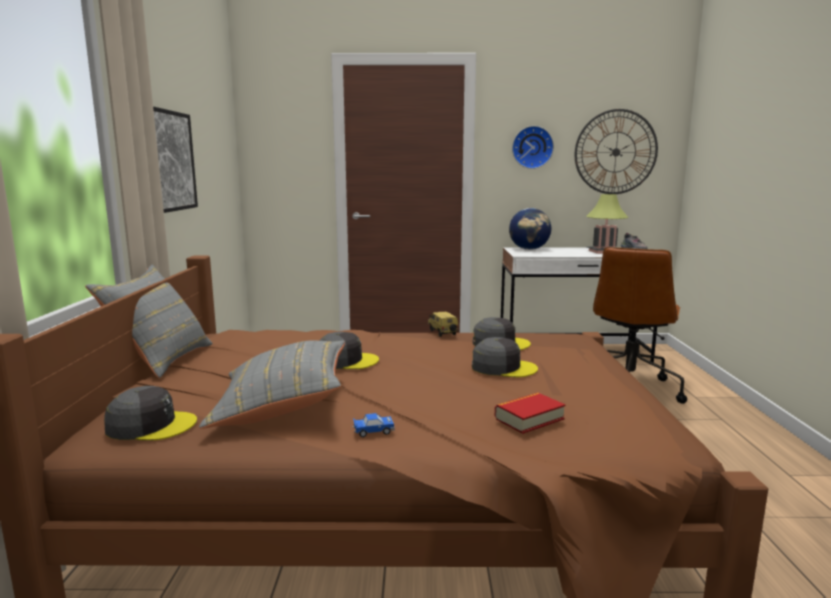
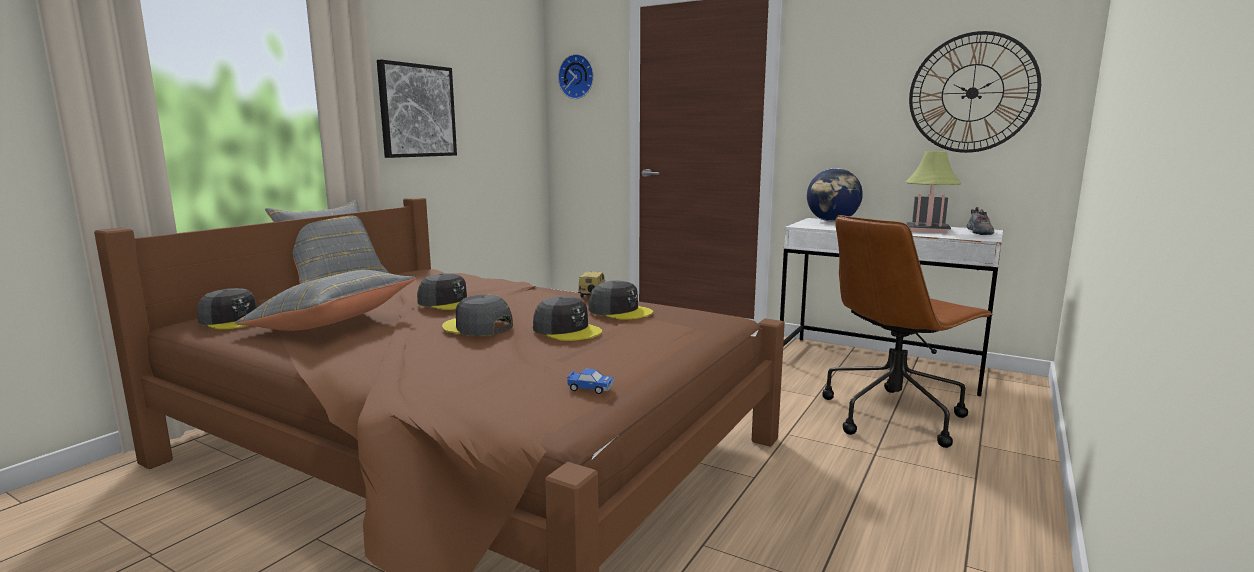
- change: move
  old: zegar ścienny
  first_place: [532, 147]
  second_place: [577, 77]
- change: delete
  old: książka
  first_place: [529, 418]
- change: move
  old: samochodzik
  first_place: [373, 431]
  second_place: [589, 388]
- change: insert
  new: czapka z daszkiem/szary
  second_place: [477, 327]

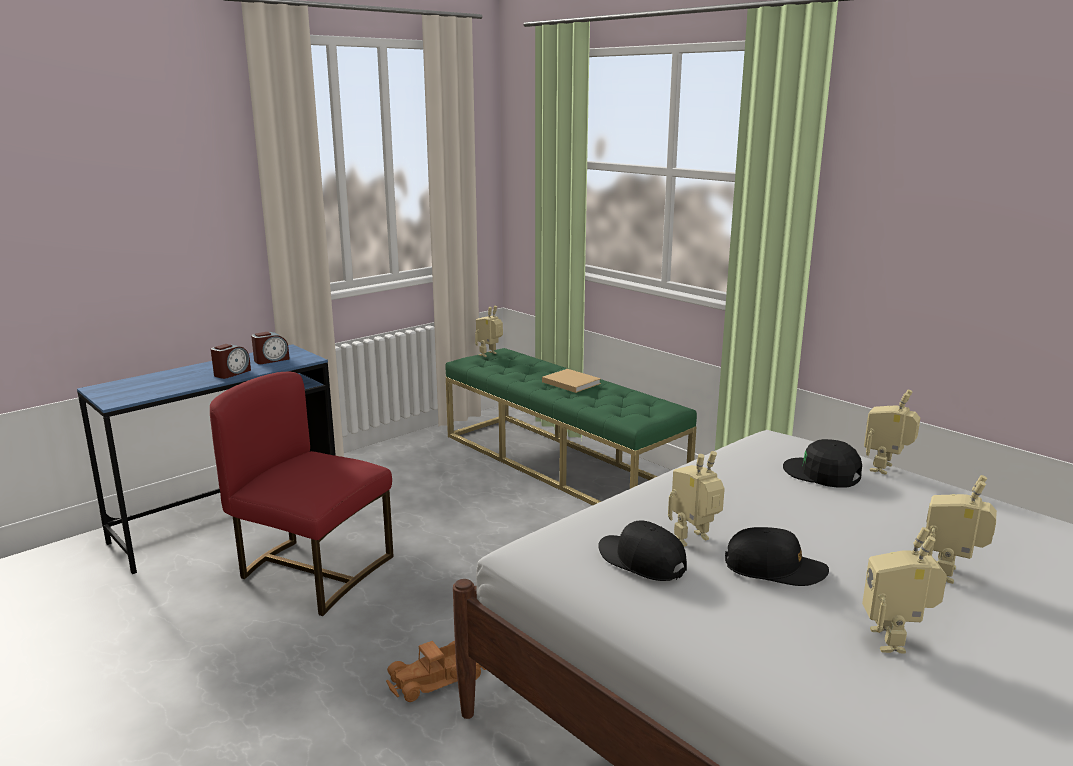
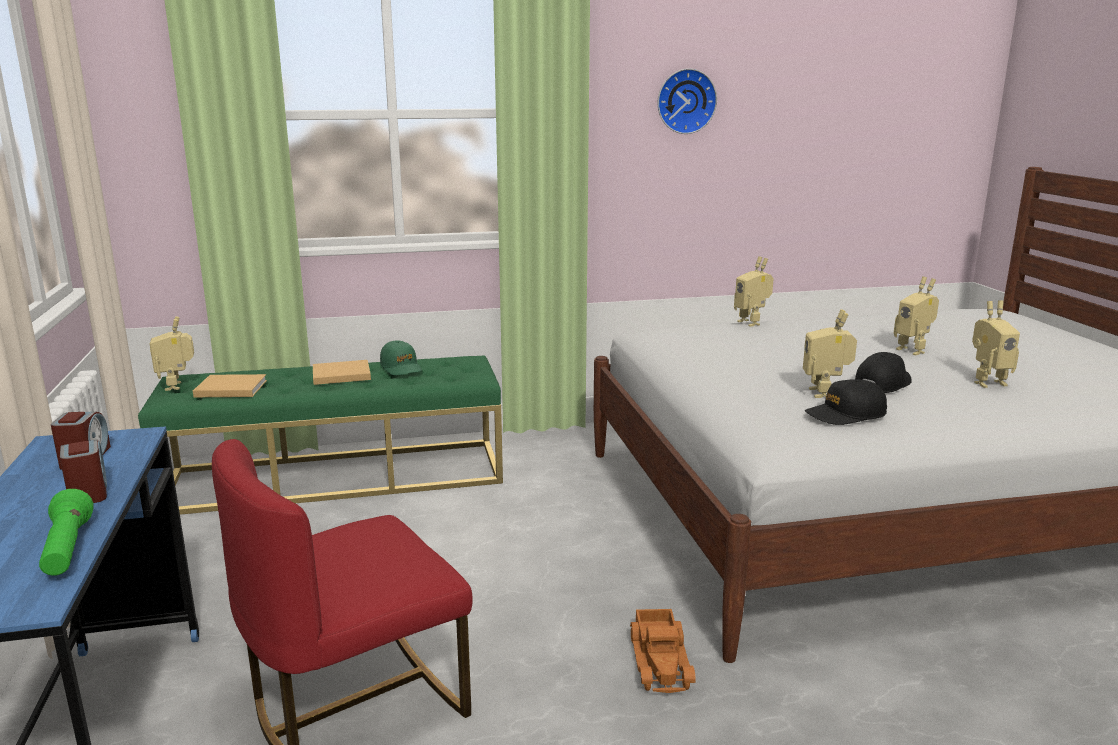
- change: delete
  old: czapka z daszkiem/czarny
  first_place: [822, 473]
- change: rotate
  old: robot zabawkowy
  first_place: [895, 641]
  second_place: [987, 382]
  degrees: -45
- change: insert
  new: zegar ścienny
  second_place: [685, 101]
- change: insert
  new: czapka z daszkiem/zielony
  second_place: [401, 367]
- change: insert
  new: książka/beżowy
  second_place: [229, 388]
- change: insert
  new: latarka/zielony
  second_place: [67, 550]

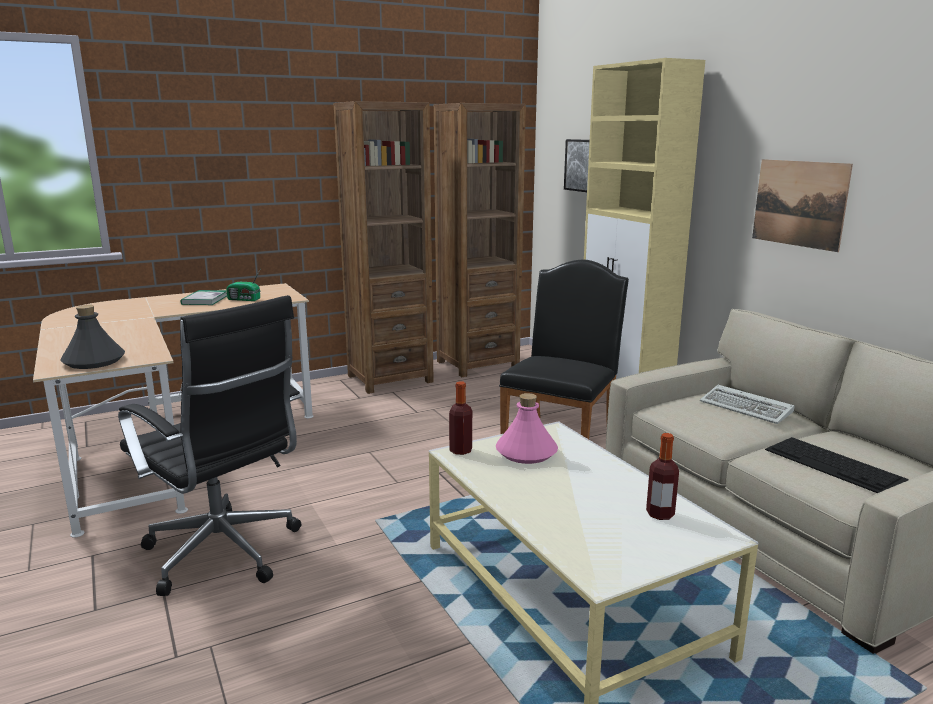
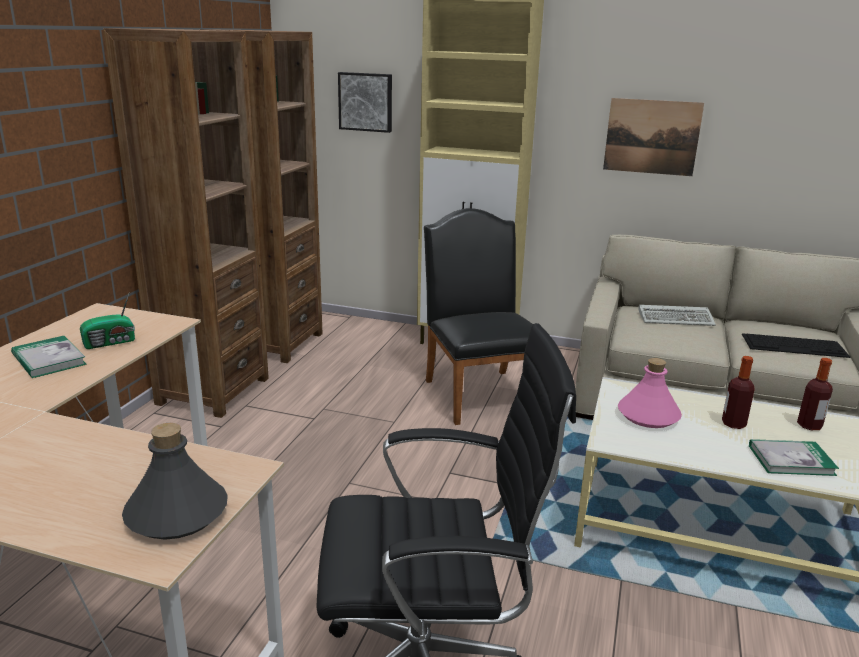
- change: move
  old: butelka
  first_place: [460, 450]
  second_place: [733, 424]
- change: insert
  new: książka
  second_place: [791, 460]

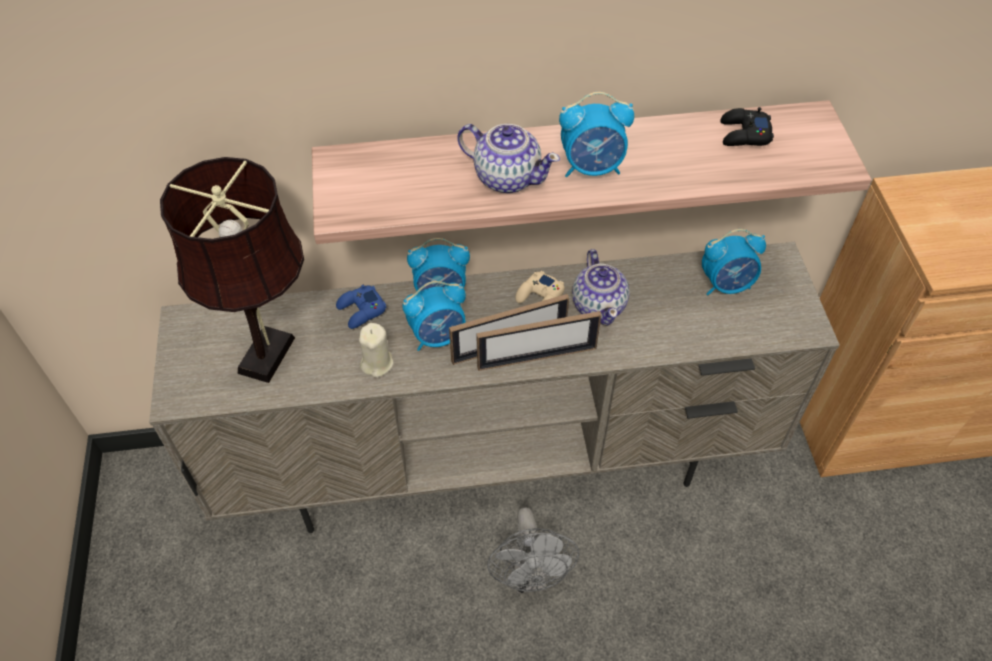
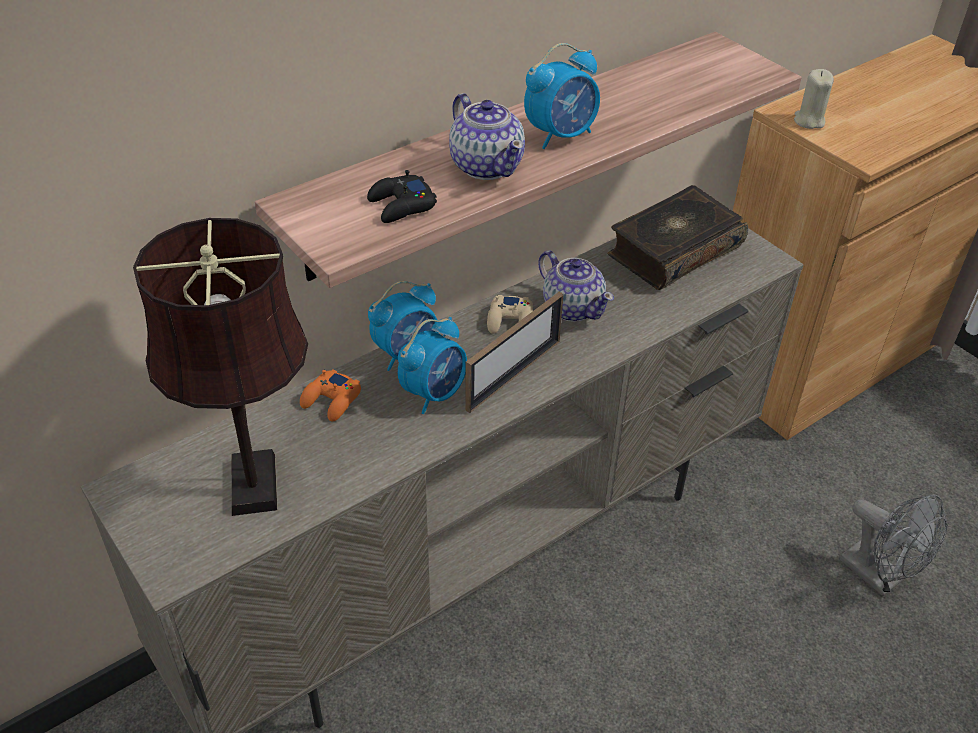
- change: move
  old: pad do gier/czarny
  first_place: [744, 134]
  second_place: [401, 206]
- change: rotate
  old: imbryk
  first_place: [507, 177]
  second_place: [486, 165]
  degrees: 60
- change: replace
  old: budzik
  new: książka
  first_place: [726, 285]
  second_place: [673, 251]
- change: recolor
  old: pad do gier/niebieski
  new: pad do gier/pomarańczowy
  first_place: [361, 310]
  second_place: [331, 400]
- change: delete
  old: ramka na zdjęcie
  first_place: [537, 357]
- change: move
  old: świeca/beżowy
  first_place: [377, 363]
  second_place: [809, 121]
- change: move
  old: wentylator/szary
  first_place: [530, 577]
  second_place: [879, 576]

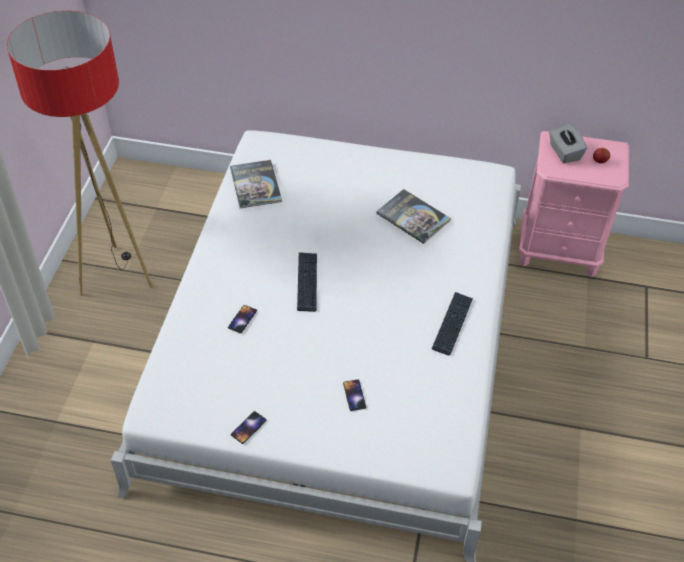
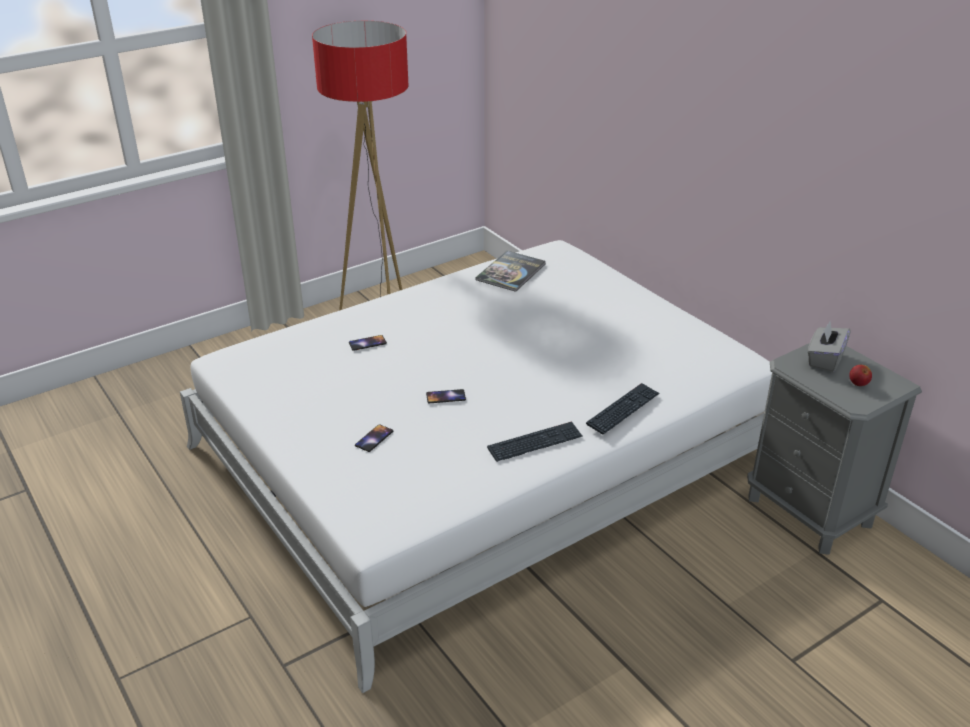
- change: recolor
  old: szafka nocna/różowy
  new: szafka nocna/szary
  first_place: [559, 251]
  second_place: [810, 511]
- change: delete
  old: książka
  first_place: [413, 217]
- change: move
  old: klawiatura
  first_place: [307, 282]
  second_place: [623, 410]
- change: move
  old: telefon
  first_place: [248, 427]
  second_place: [446, 397]

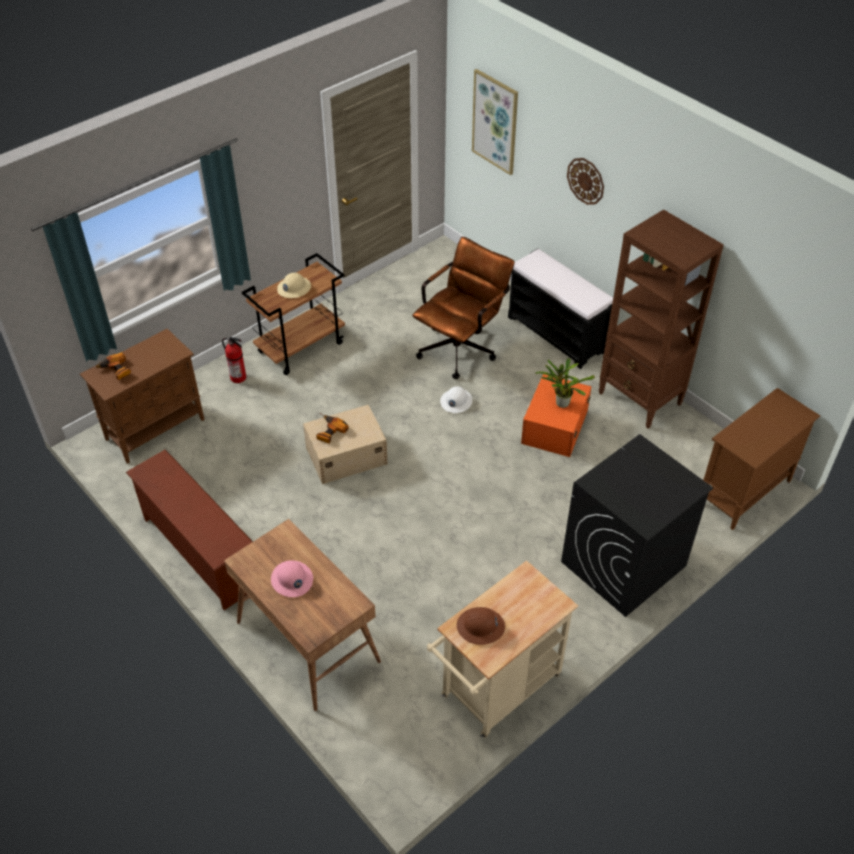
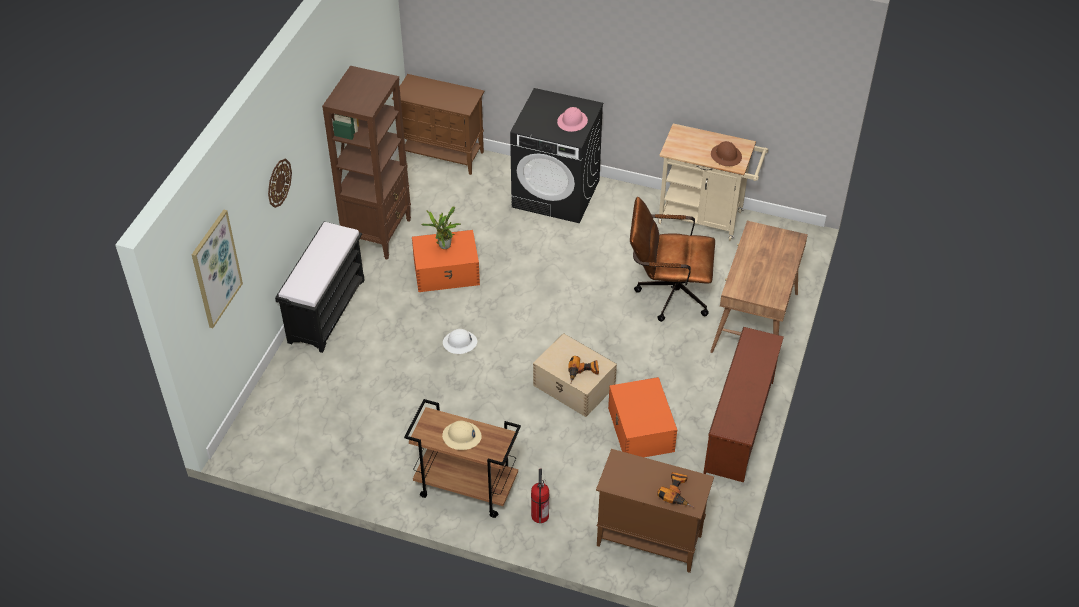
- change: move
  old: krzesło biurowe/brązowy
  first_place: [461, 347]
  second_place: [667, 293]
- change: move
  old: kask/różowy
  first_place: [292, 580]
  second_place: [572, 122]
- change: insert
  new: pojemnik do przechowywania/pomarańczowy
  second_place: [640, 430]

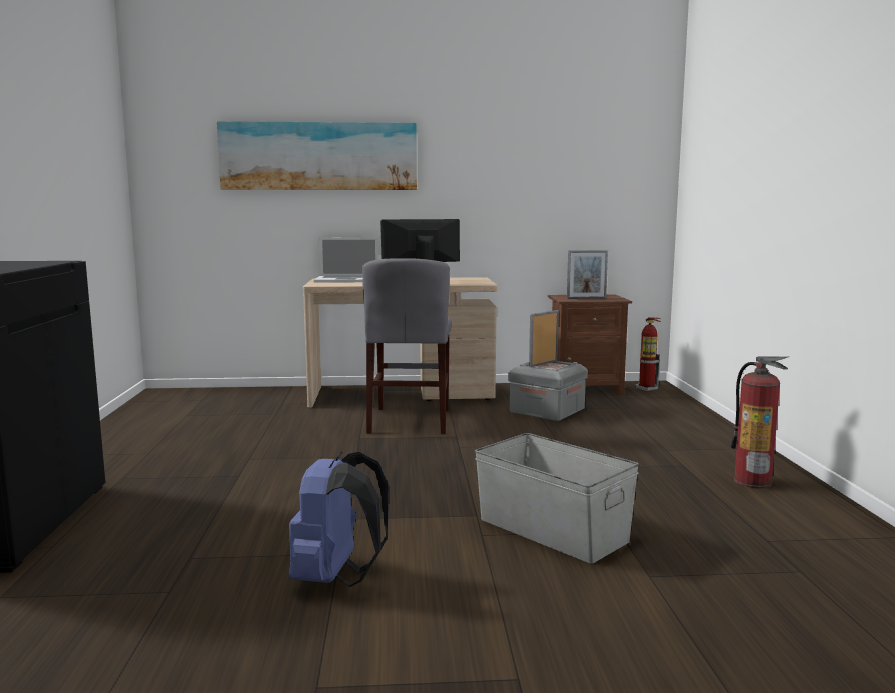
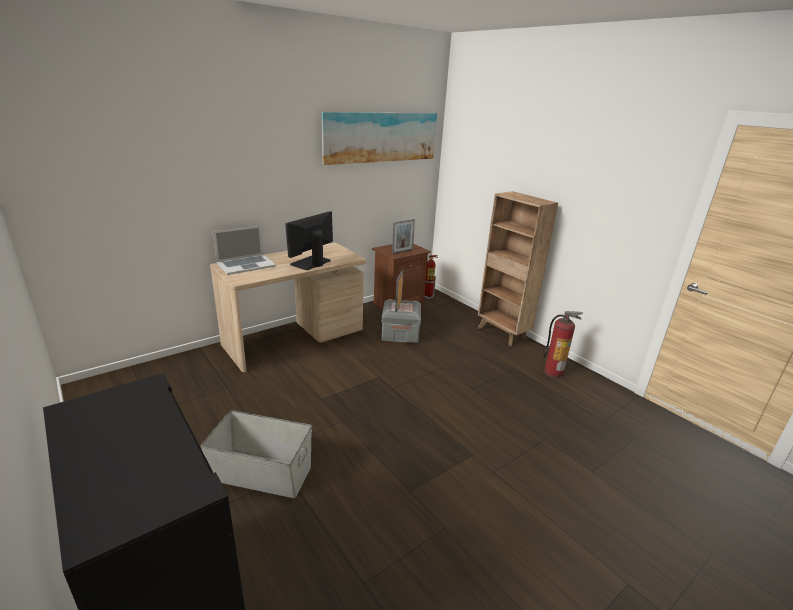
- change: move
  old: obraz
  first_place: [318, 156]
  second_place: [381, 137]
- change: delete
  old: krzesło/szary
  first_place: [410, 420]
- change: move
  old: pojemnik do przechowywania/szary
  first_place: [552, 529]
  second_place: [261, 473]
- change: delete
  old: plecak/niebieski
  first_place: [336, 578]
- change: insert
  new: regał/brązowy
  second_place: [502, 334]

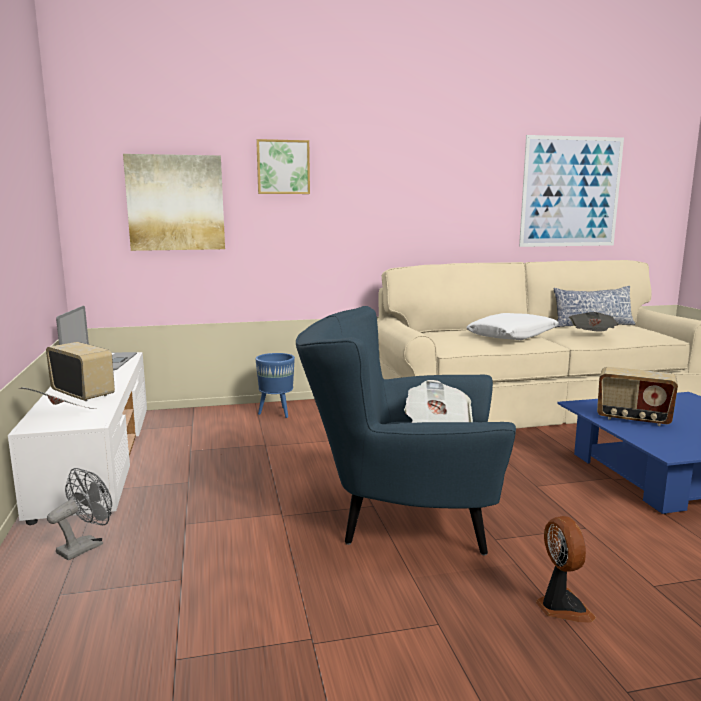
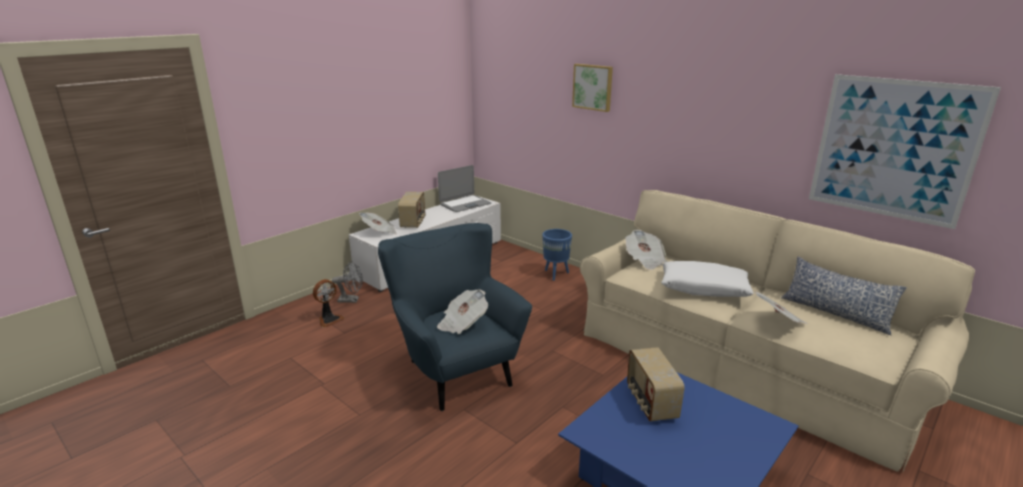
- change: delete
  old: obraz
  first_place: [176, 203]
- change: move
  old: wentylator
  first_place: [561, 607]
  second_place: [329, 320]
- change: insert
  new: gazeta
  second_place: [645, 260]

